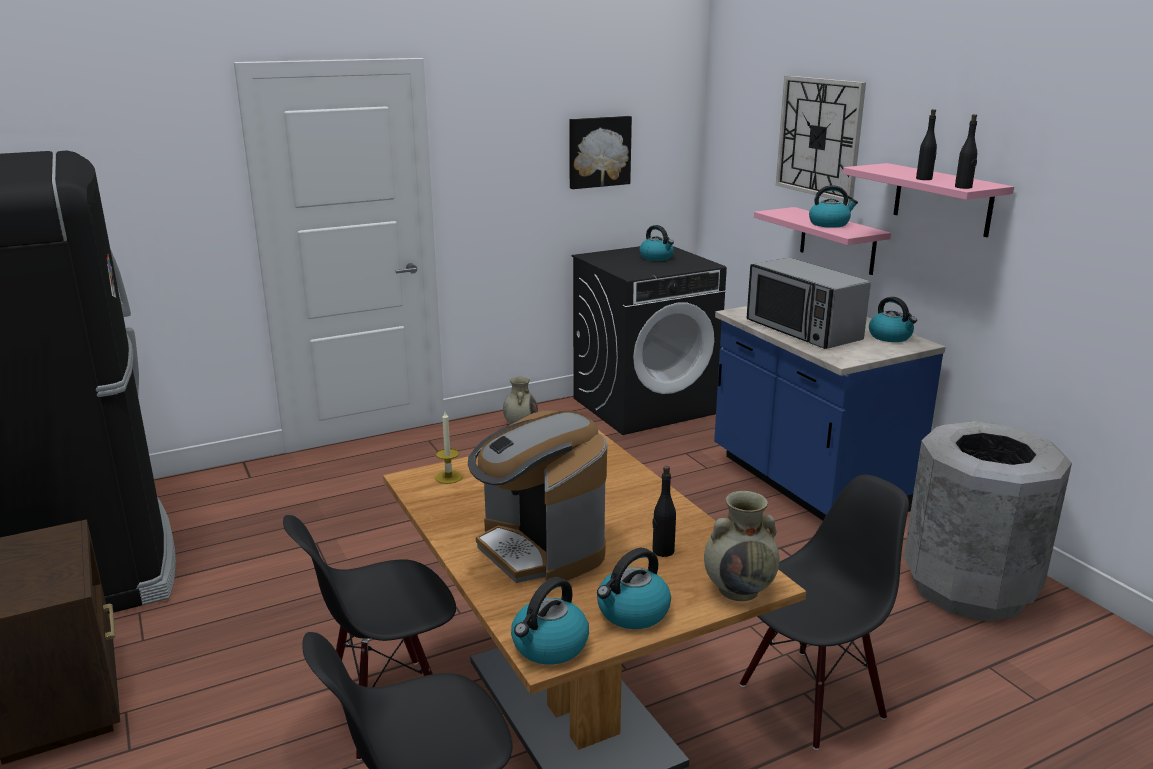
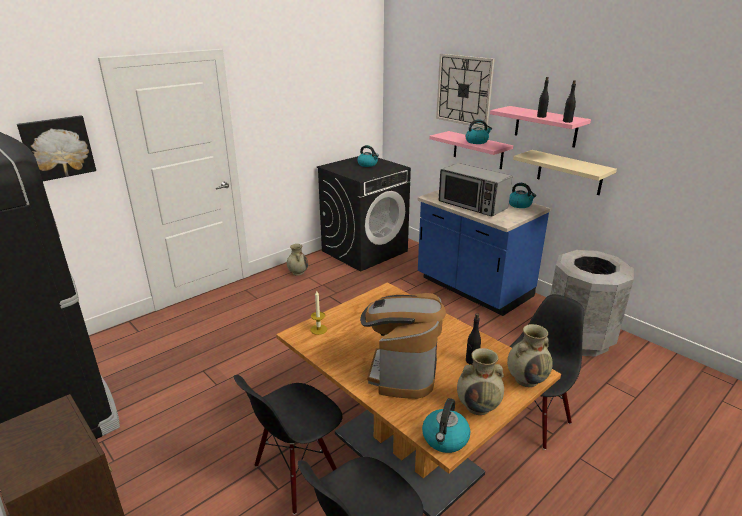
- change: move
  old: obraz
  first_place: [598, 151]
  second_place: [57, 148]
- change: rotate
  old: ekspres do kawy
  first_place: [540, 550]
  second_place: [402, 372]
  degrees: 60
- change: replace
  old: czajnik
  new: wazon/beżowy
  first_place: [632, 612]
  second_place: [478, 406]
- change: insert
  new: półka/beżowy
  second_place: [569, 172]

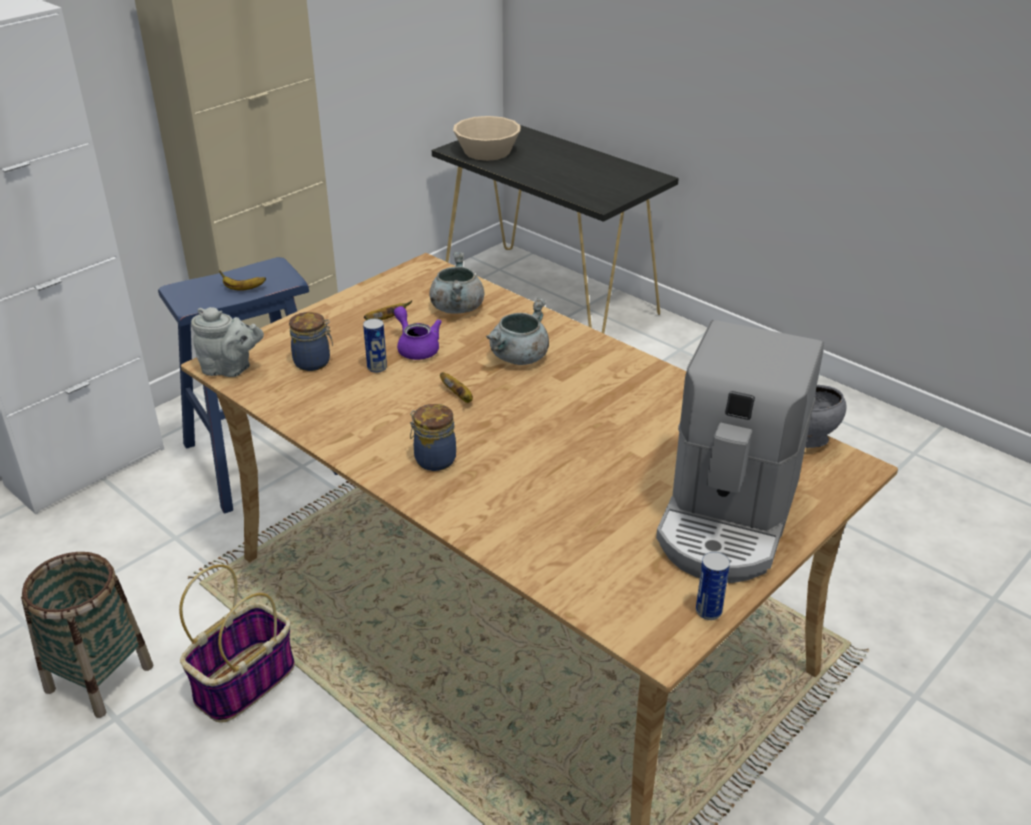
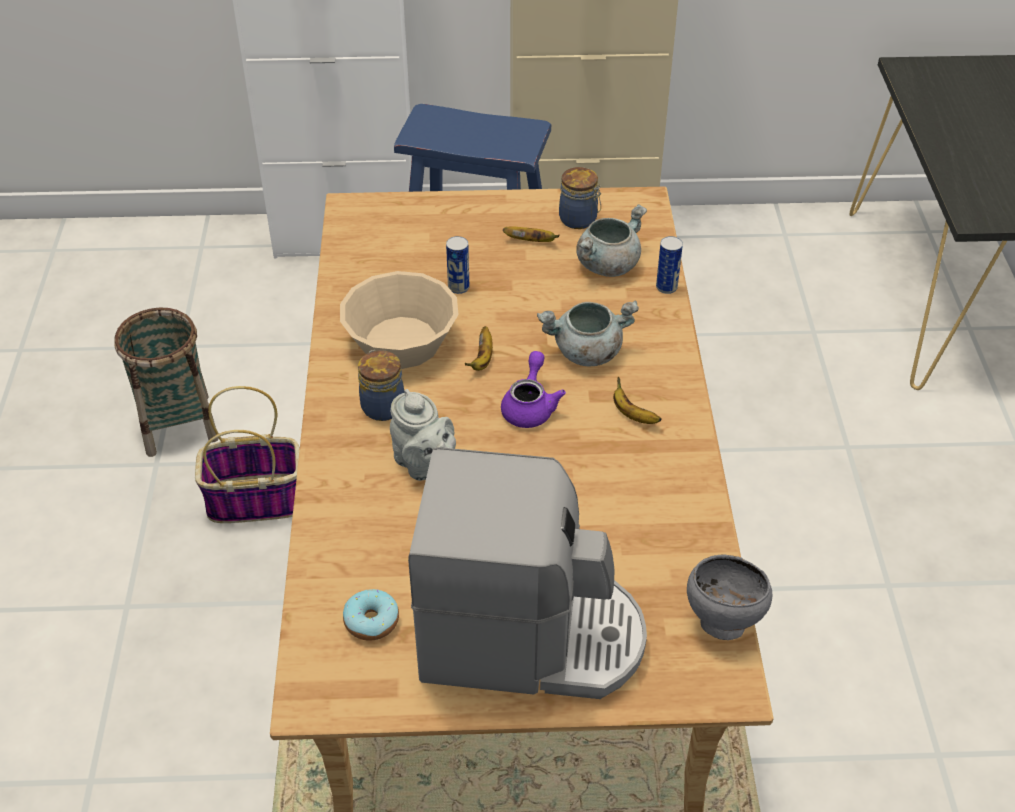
- change: move
  old: miska/beżowy
  first_place: [487, 151]
  second_place: [402, 341]
- change: move
  old: banan
  first_place: [243, 289]
  second_place: [632, 415]
- change: move
  old: imbryk/fioletowy
  first_place: [416, 347]
  second_place: [530, 406]
- change: move
  old: imbryk/szary
  first_place: [230, 369]
  second_place: [424, 465]
- change: move
  old: słoik
  first_place: [314, 362]
  second_place: [579, 220]
- change: rotate
  old: ekspres do kawy
  first_place: [728, 518]
  second_place: [530, 638]
  degrees: -150
- change: move
  old: puszka
  first_place: [708, 611]
  second_place: [666, 287]
- change: insert
  new: donut
  second_place: [371, 621]

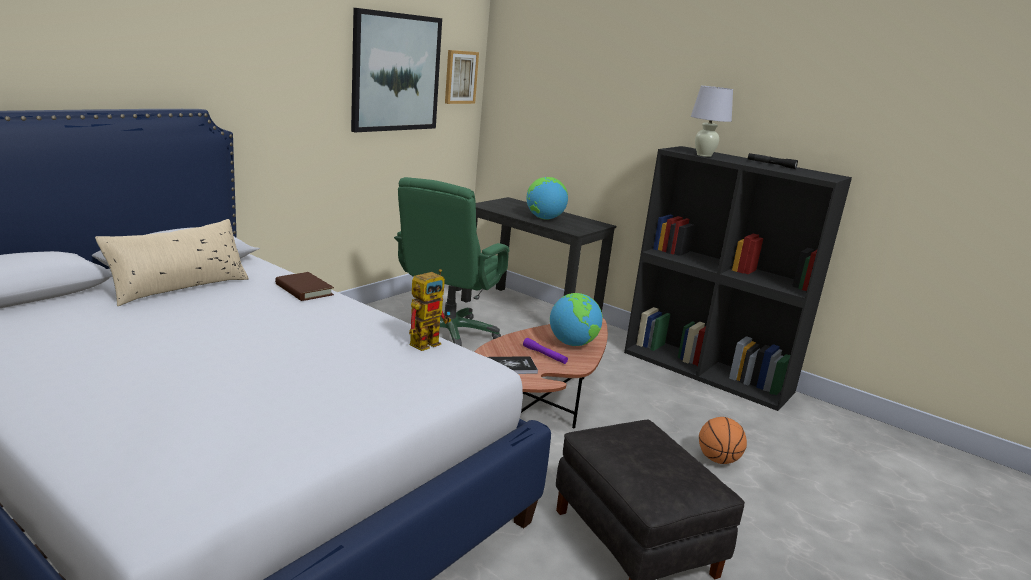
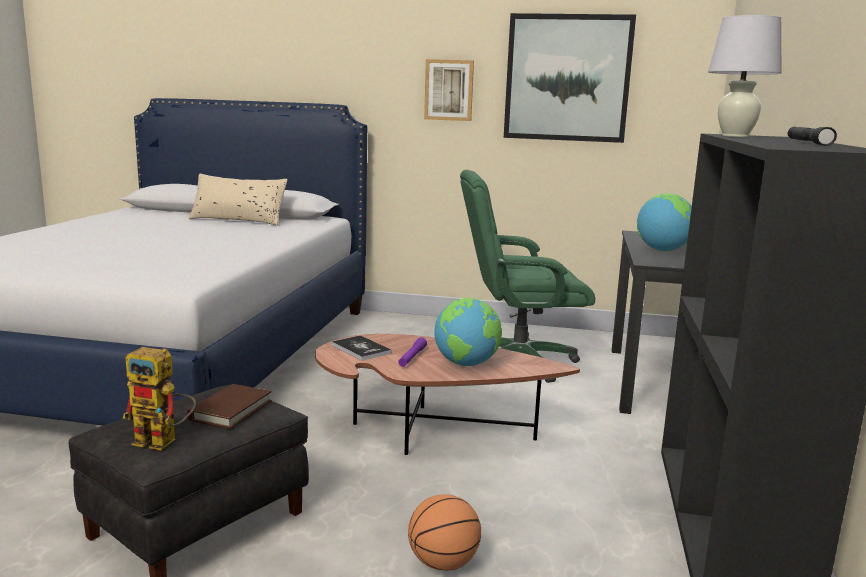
- change: move
  old: obraz
  first_place: [460, 77]
  second_place: [449, 90]
- change: move
  old: robot zabawkowy
  first_place: [428, 341]
  second_place: [164, 441]
- change: move
  old: książka/brązowy
  first_place: [304, 290]
  second_place: [230, 410]

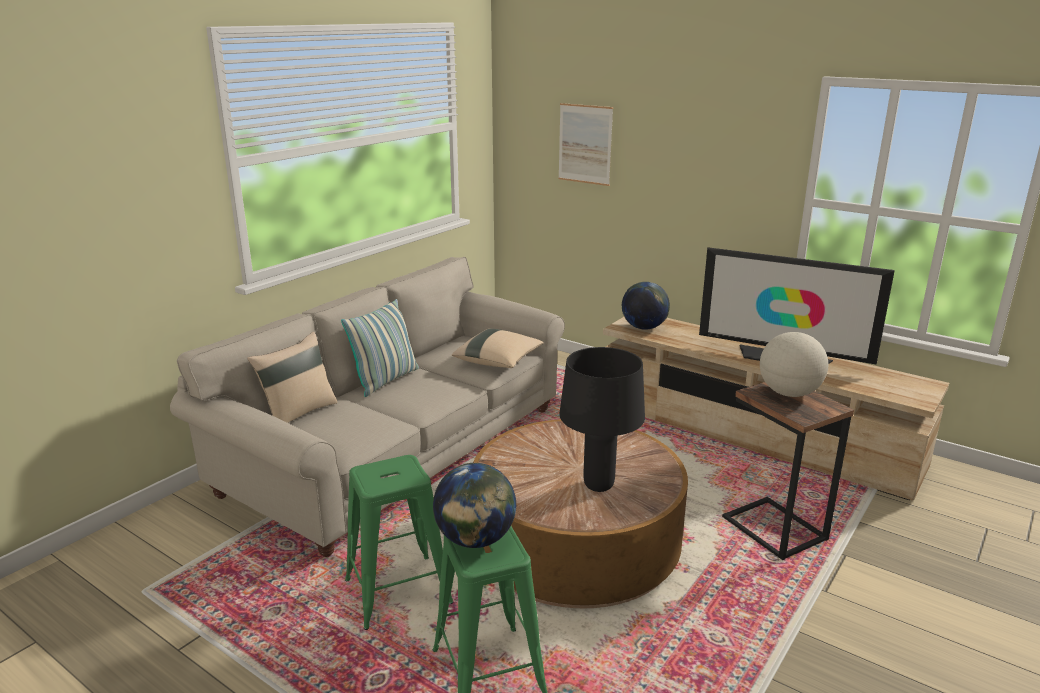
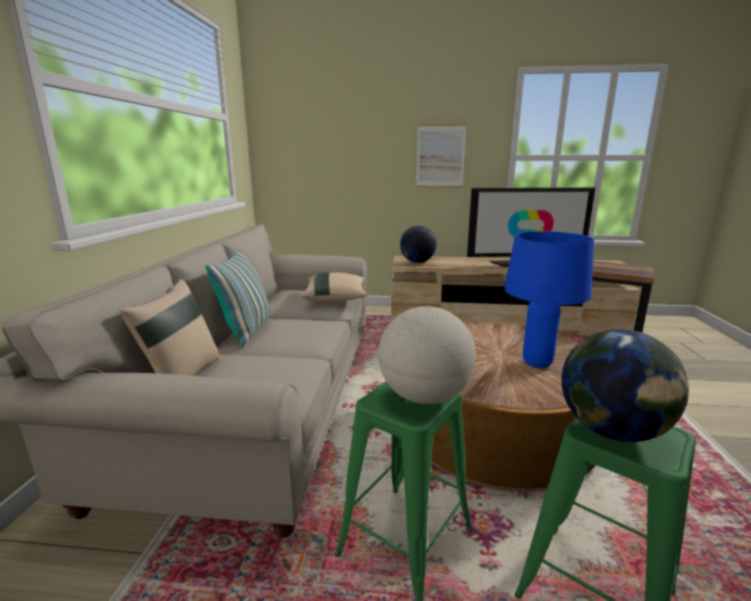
- change: move
  old: obraz
  first_place: [585, 144]
  second_place: [440, 156]
- change: move
  old: globus
  first_place: [789, 393]
  second_place: [424, 397]
- change: recolor
  old: lampa stołowa/czarny
  new: lampa stołowa/niebieski
  first_place: [599, 485]
  second_place: [537, 363]

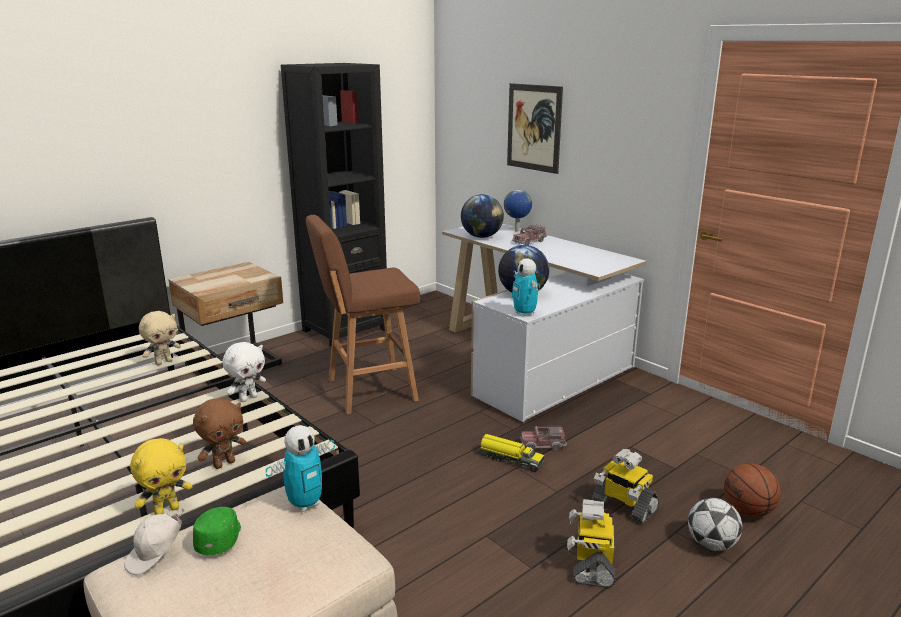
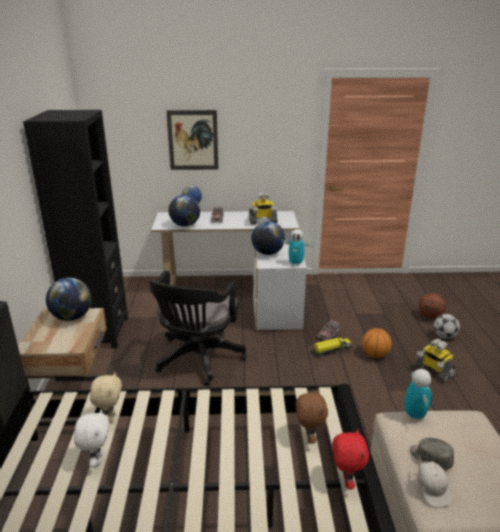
- change: replace
  old: stołek/brązowy
  new: krzesło biurowe/czarny
  first_place: [368, 390]
  second_place: [197, 360]
- change: move
  old: pluszak/biały
  first_place: [248, 398]
  second_place: [97, 460]
- change: recolor
  old: pluszak/żółty
  new: pluszak/czerwony
  first_place: [167, 510]
  second_place: [346, 481]
- change: move
  old: robot zabawkowy
  first_place: [623, 506]
  second_place: [262, 222]
- change: recolor
  old: czapka z daszkiem/zielony
  new: czapka z daszkiem/szary
  first_place: [220, 538]
  second_place: [430, 458]
- change: insert
  new: globus
  second_place: [72, 317]
- change: insert
  new: piłka do koszykówki
  second_place: [375, 354]

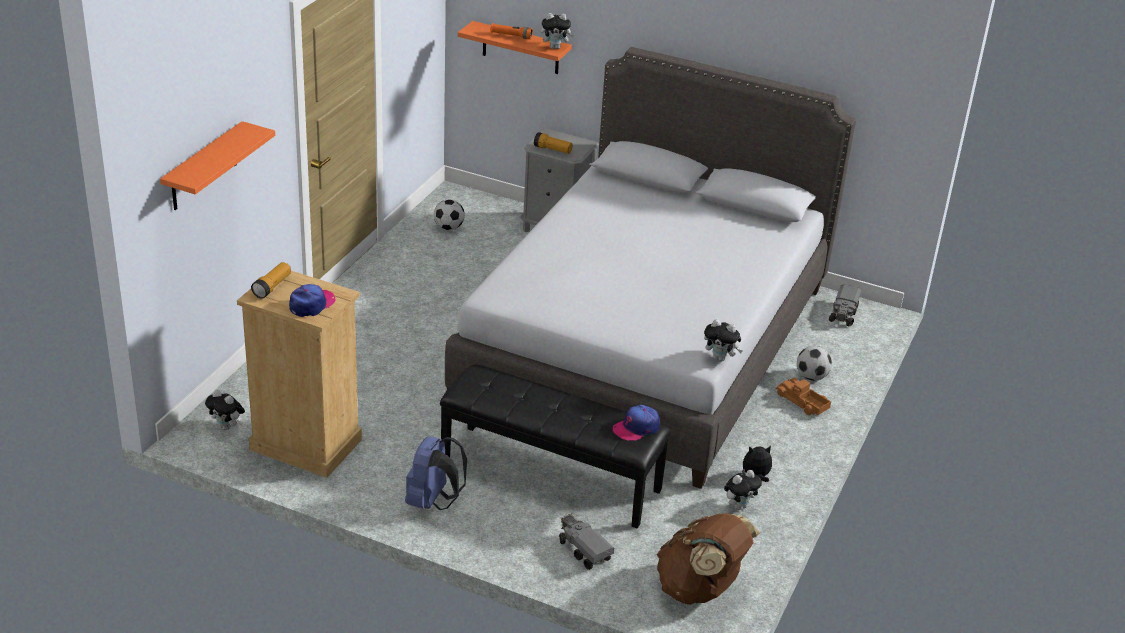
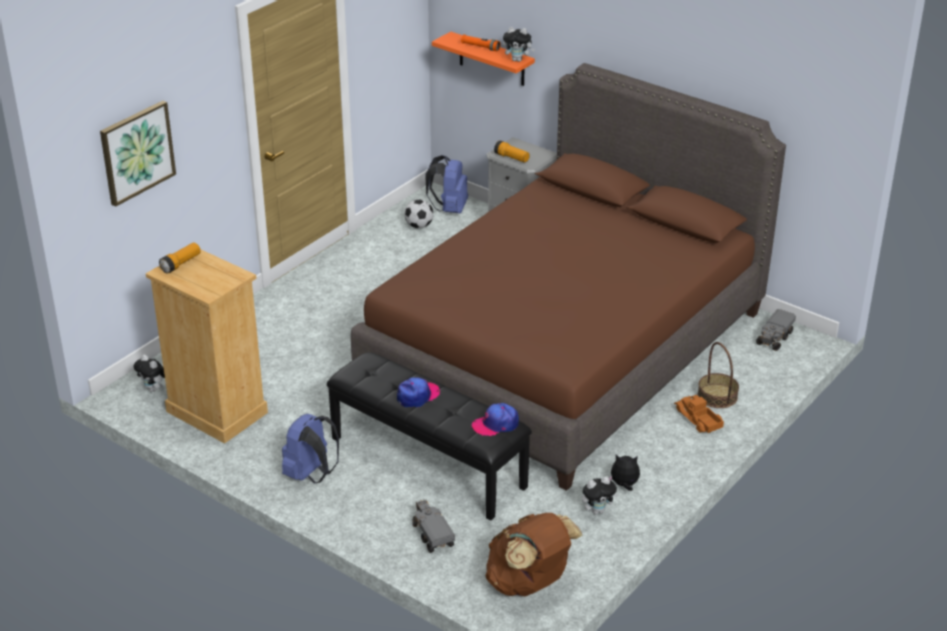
- change: recolor
  old: łóżko/szary
  new: łóżko/brązowy
  first_place: [645, 344]
  second_place: [564, 349]
- change: replace
  old: półka/pomarańczowy
  new: obraz
  first_place: [203, 167]
  second_place: [137, 152]
- change: move
  old: czapka z daszkiem
  first_place: [312, 304]
  second_place: [417, 396]
- change: delete
  old: pluszak
  first_place: [720, 358]
- change: replace
  old: piłka futbolowa
  new: koszyk
  first_place: [811, 377]
  second_place: [717, 396]
- change: insert
  new: plecak/niebieski
  second_place: [449, 209]

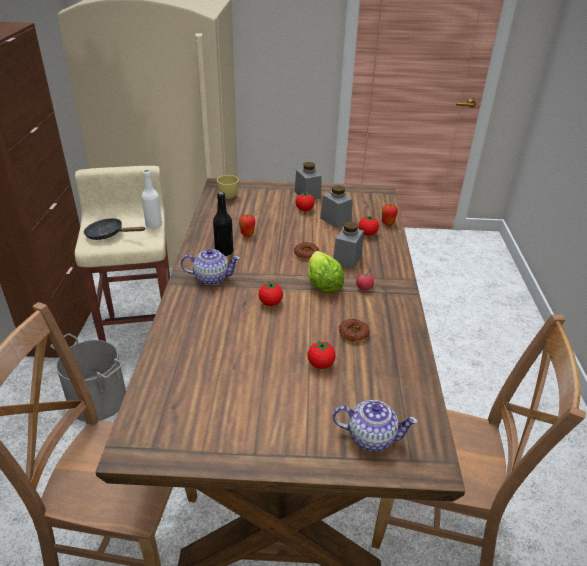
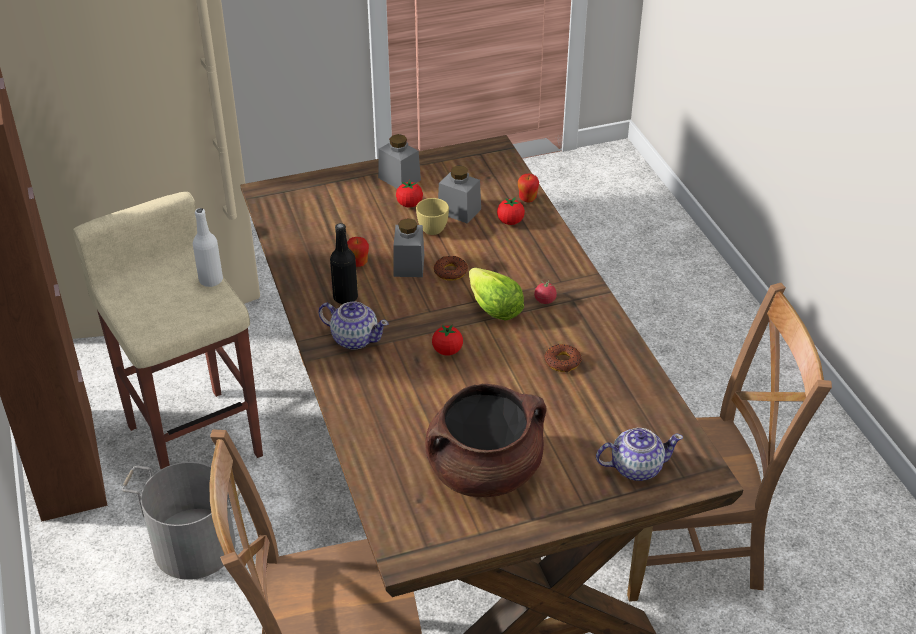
- change: move
  old: filiżanka/żółty
  first_place: [228, 195]
  second_place: [431, 227]
- change: delete
  old: patelnia/czarny
  first_place: [108, 235]
- change: move
  old: słoik/szary
  first_place: [347, 259]
  second_place: [409, 265]
- change: rotate
  old: imbryk
  first_place: [211, 278]
  second_place: [354, 338]
  degrees: 45
- change: delete
  old: pomidor
  first_place: [320, 364]
- change: insert
  new: garnek/brązowy
  second_place: [484, 471]

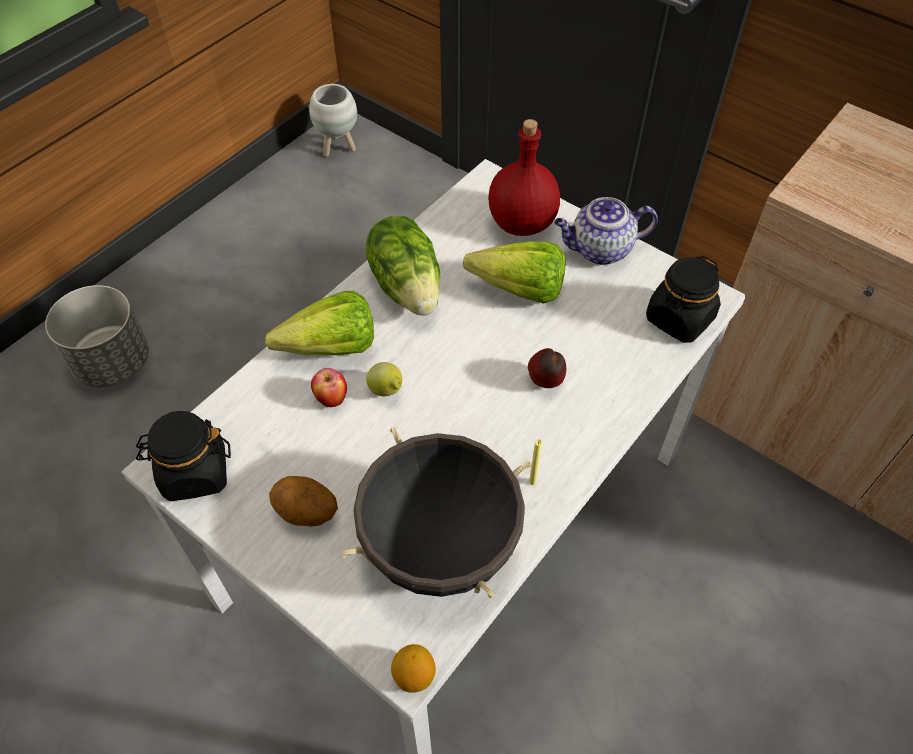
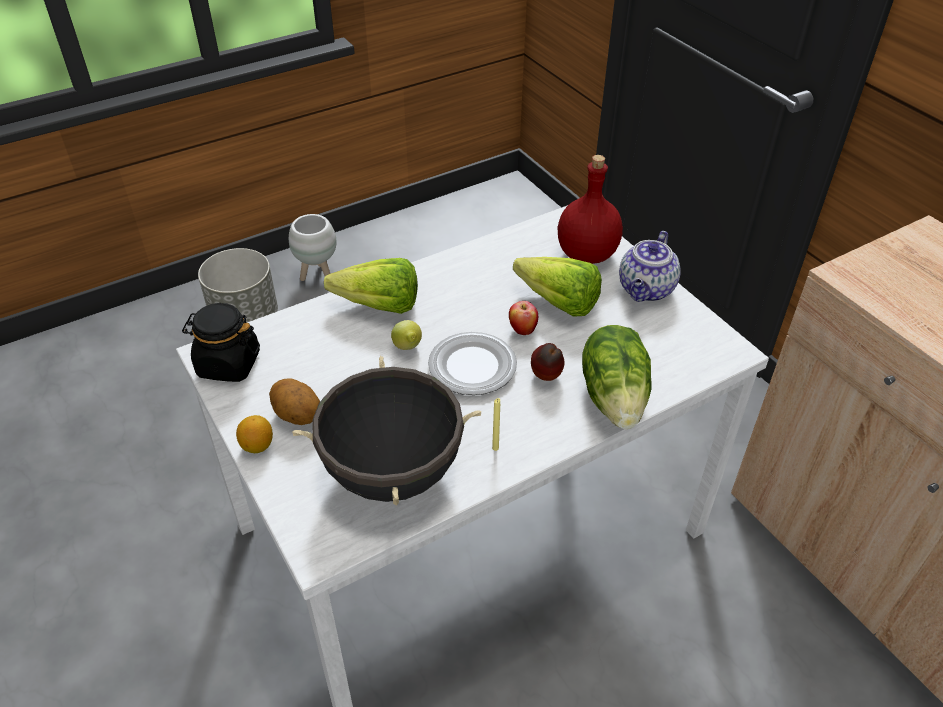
- change: move
  old: donica/biały
  first_place: [338, 148]
  second_place: [318, 275]
- change: rotate
  old: imbryk
  first_place: [599, 250]
  second_place: [646, 290]
  degrees: -75
- change: move
  old: sałata
  first_place: [408, 286]
  second_place: [615, 397]
- change: delete
  old: słoik/czarny
  first_place: [679, 319]
- change: move
  old: jabłko
  first_place: [331, 399]
  second_place: [522, 330]
- change: move
  old: cytryna
  first_place: [414, 675]
  second_place: [257, 445]
- change: insert
  new: talerz
  second_place: [471, 366]

